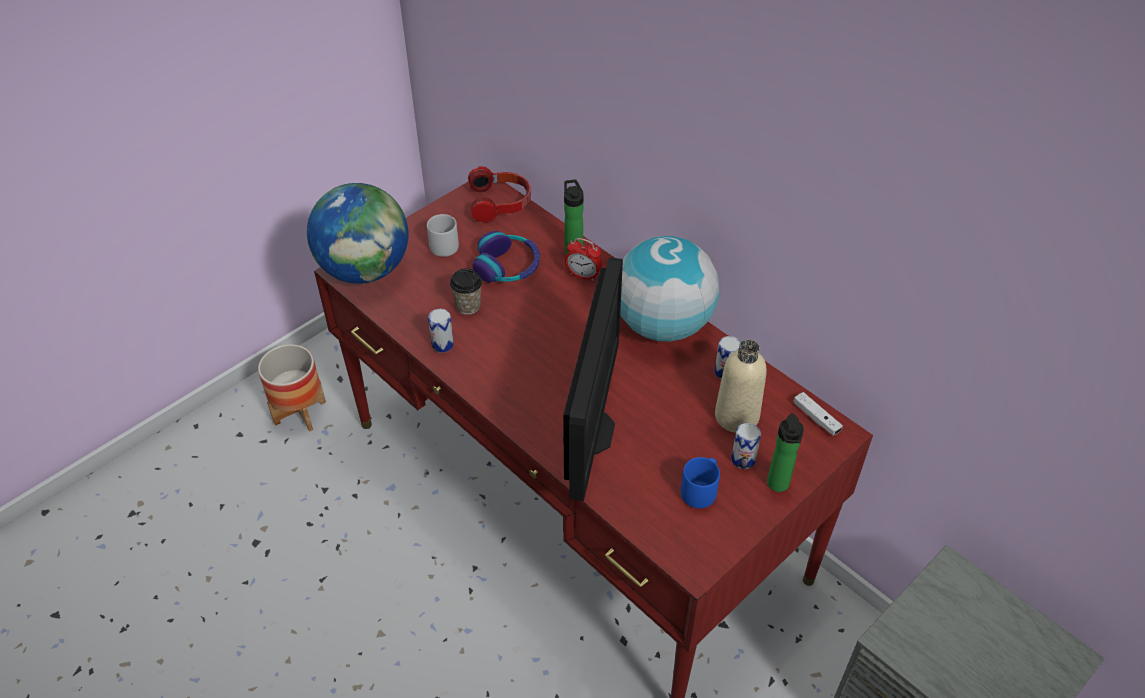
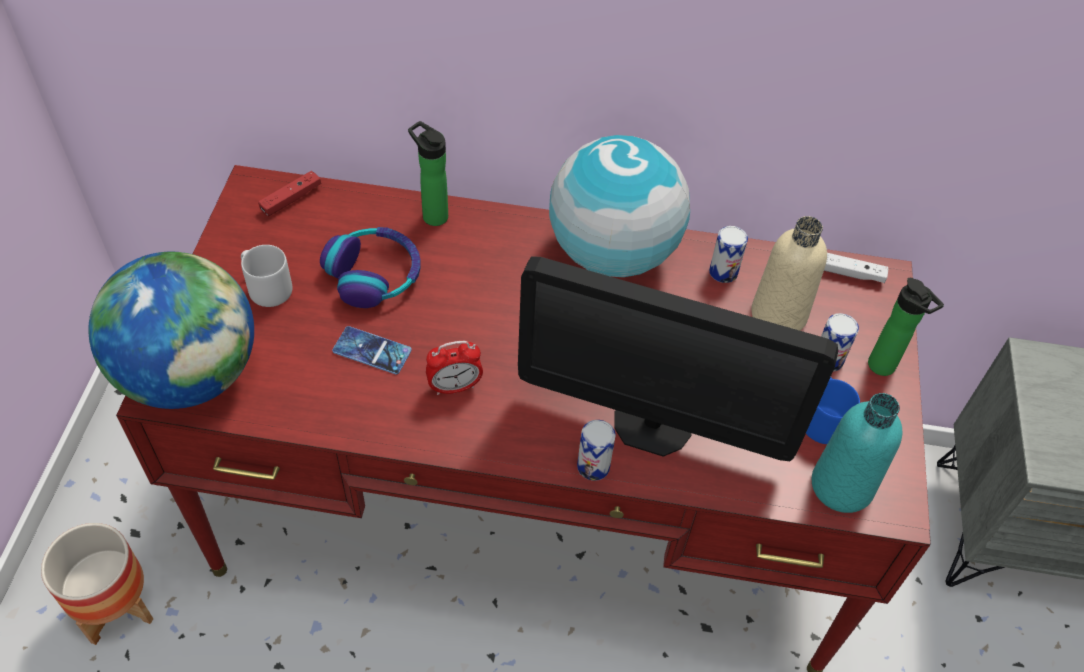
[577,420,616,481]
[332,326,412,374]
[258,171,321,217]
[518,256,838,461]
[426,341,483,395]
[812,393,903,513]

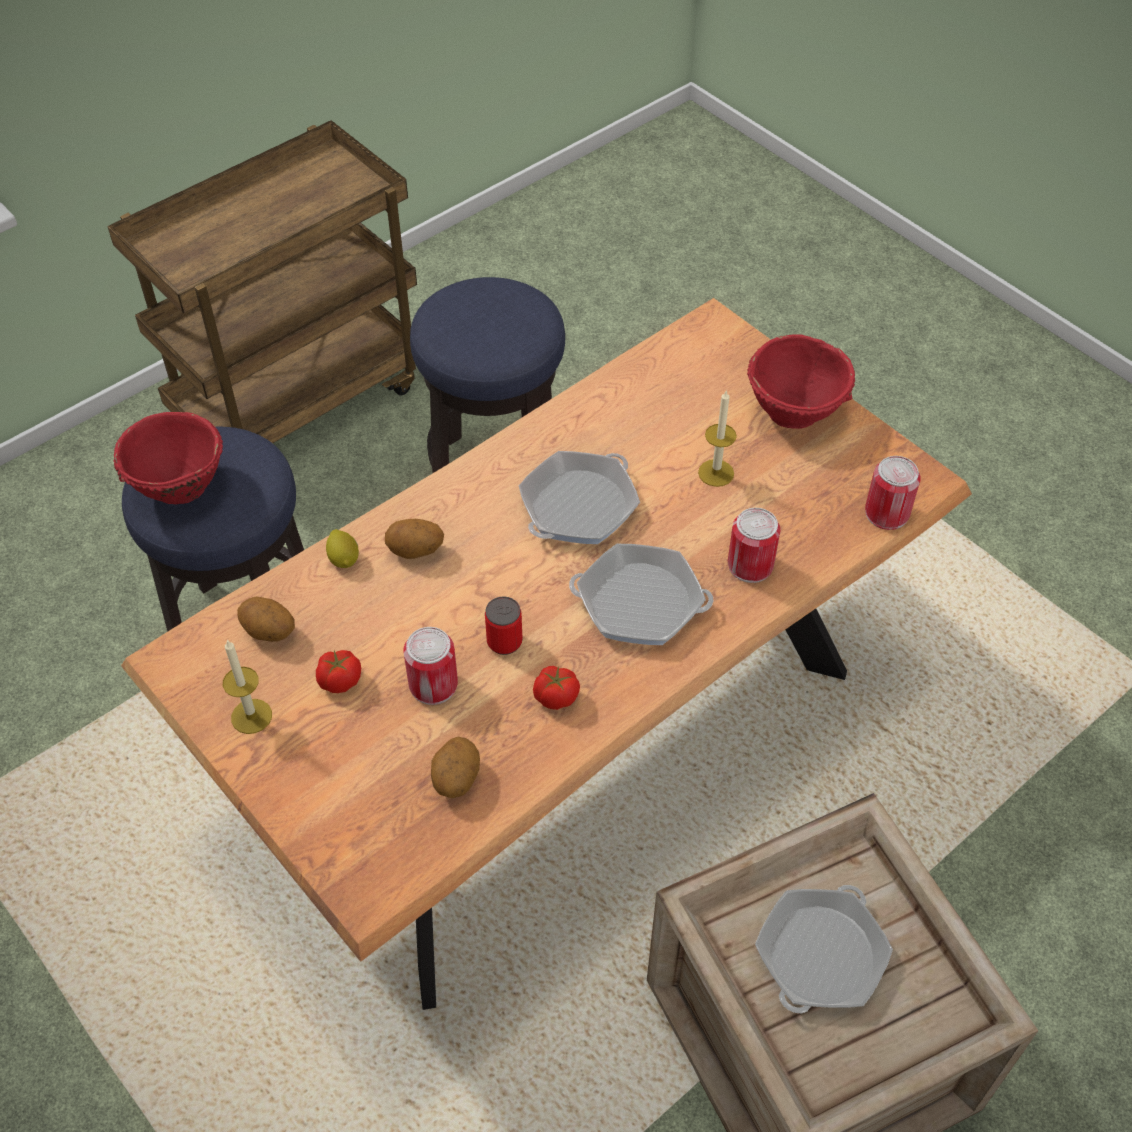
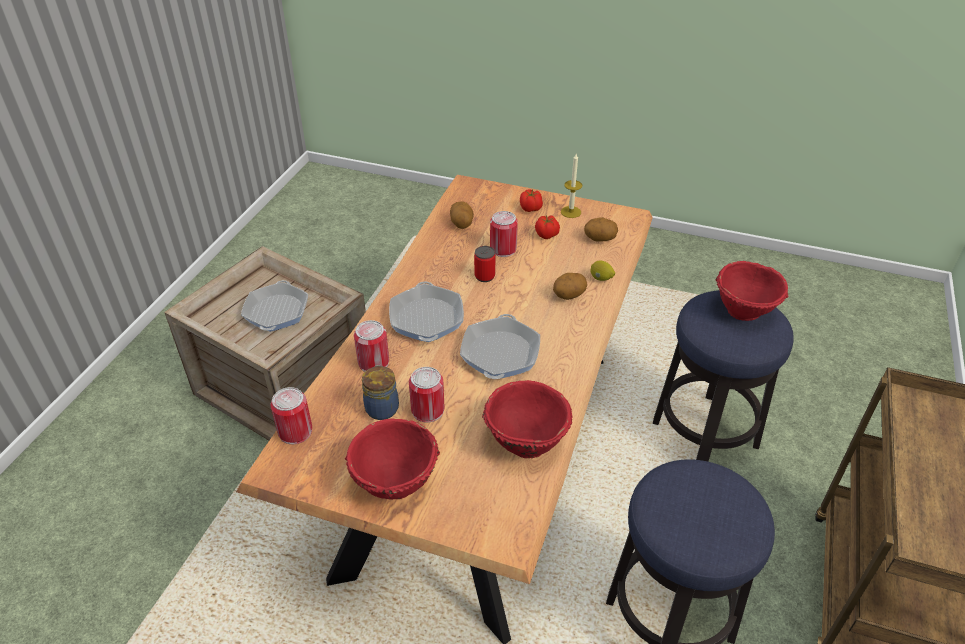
[520,189,543,212]
[389,281,464,342]
[409,367,445,423]
[362,365,399,420]
[482,380,573,458]

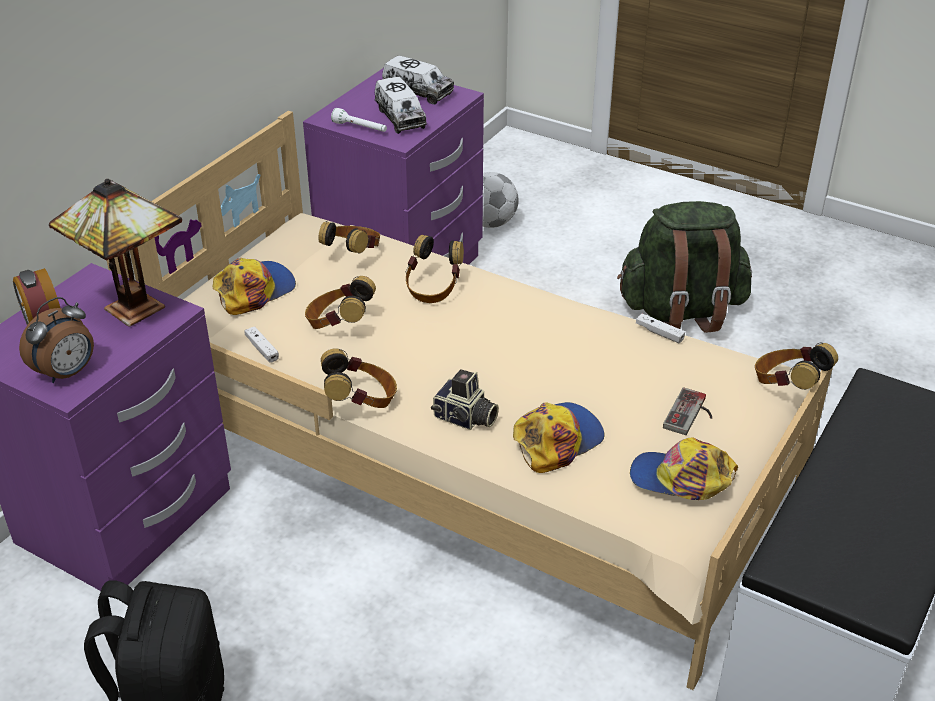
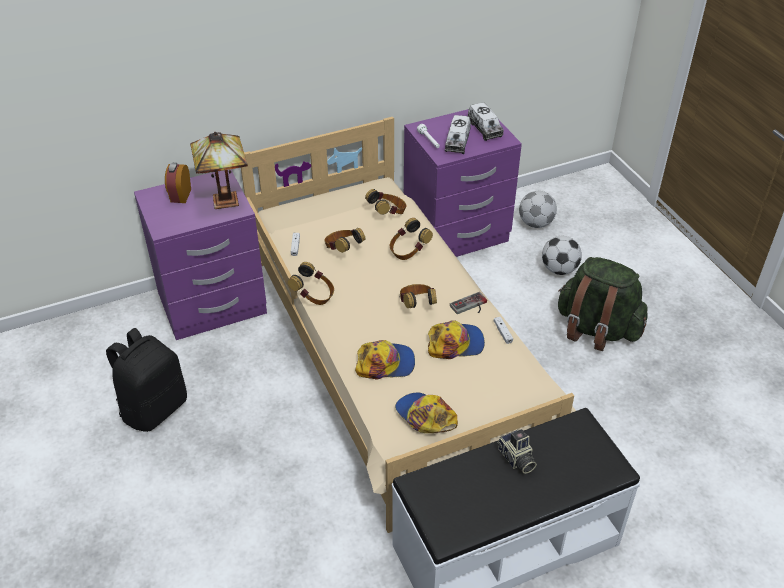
[19,297,94,383] (first image)
[428,320,485,359]
[497,429,537,474]
[450,292,487,314]
[399,284,437,308]
[542,236,582,275]

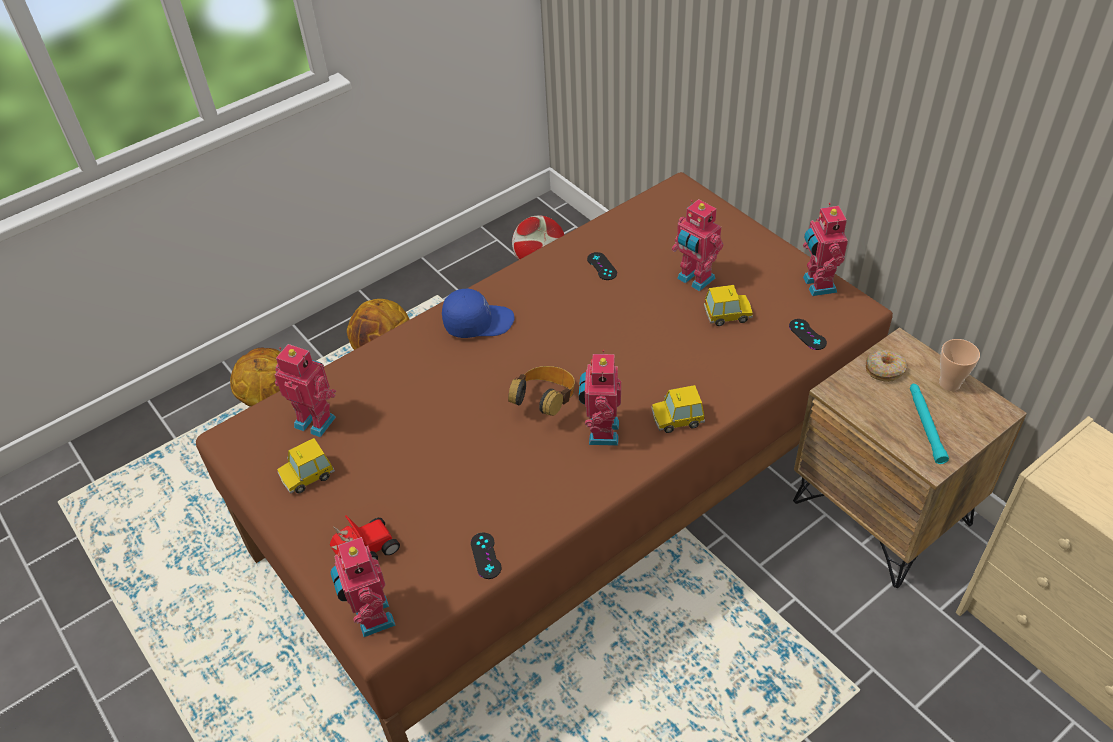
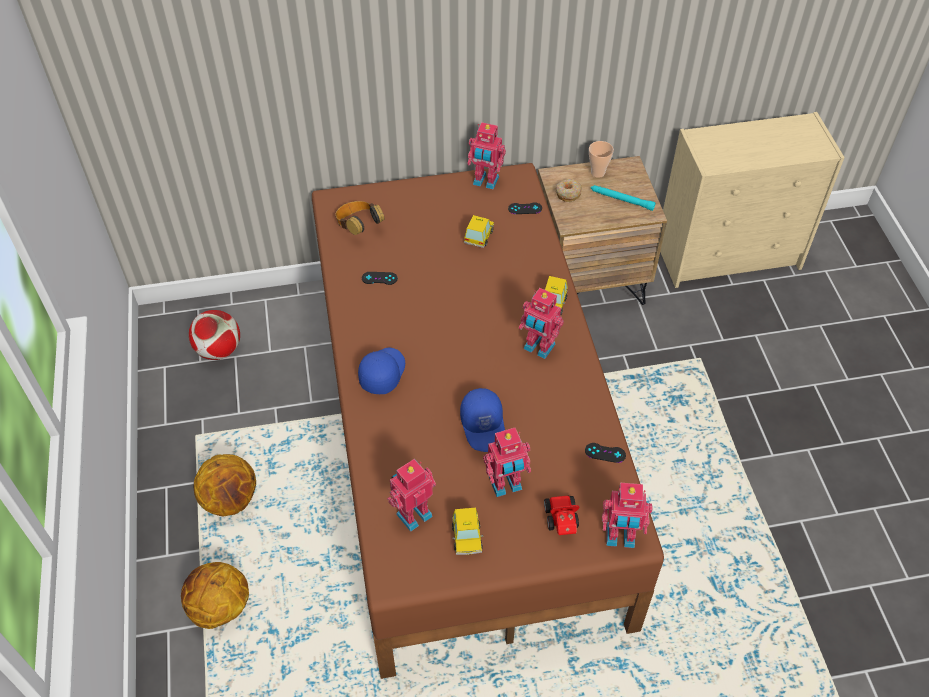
[336,201,385,235]
[483,428,531,497]
[460,388,505,452]

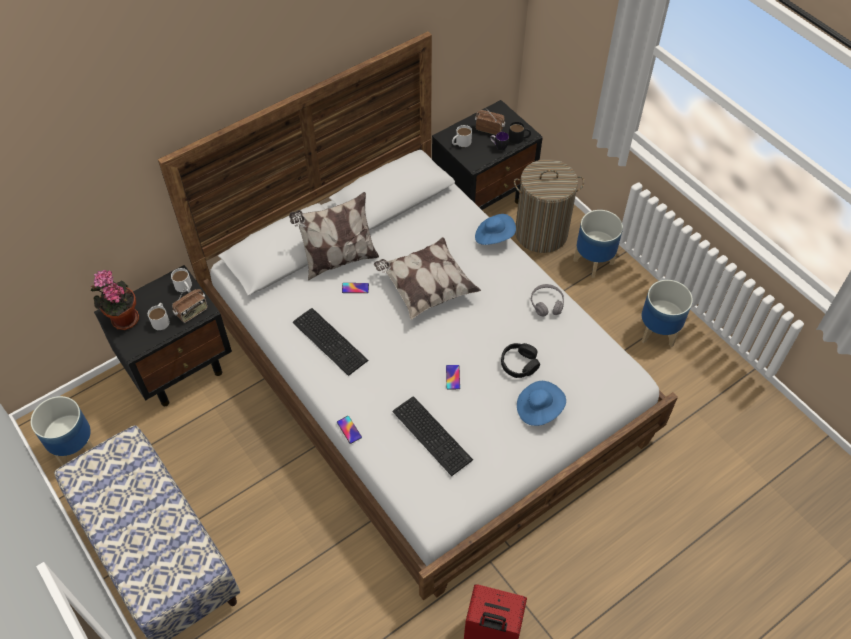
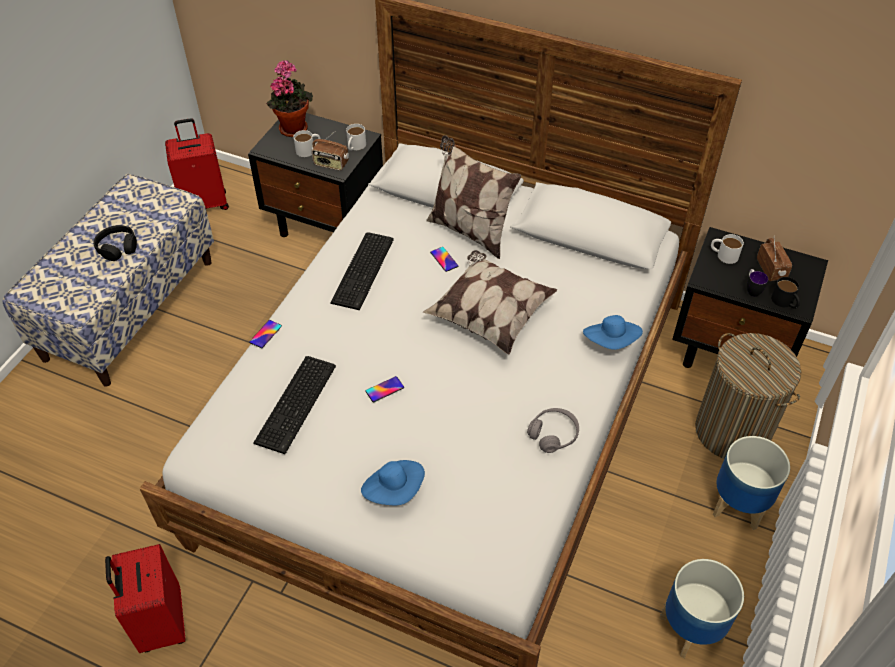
[165,118,229,210]
[93,225,137,261]

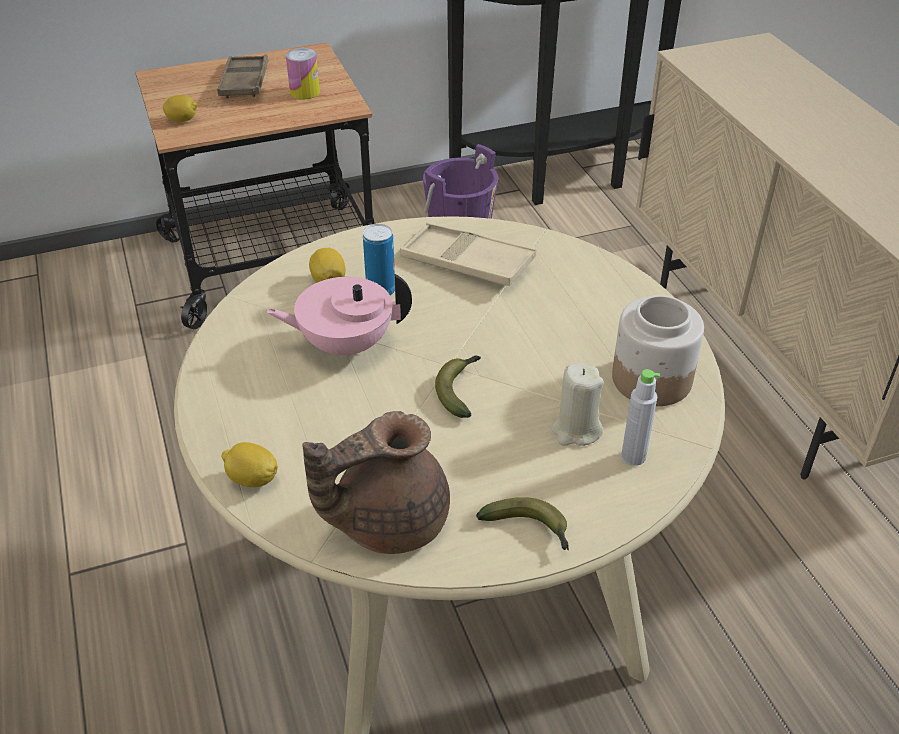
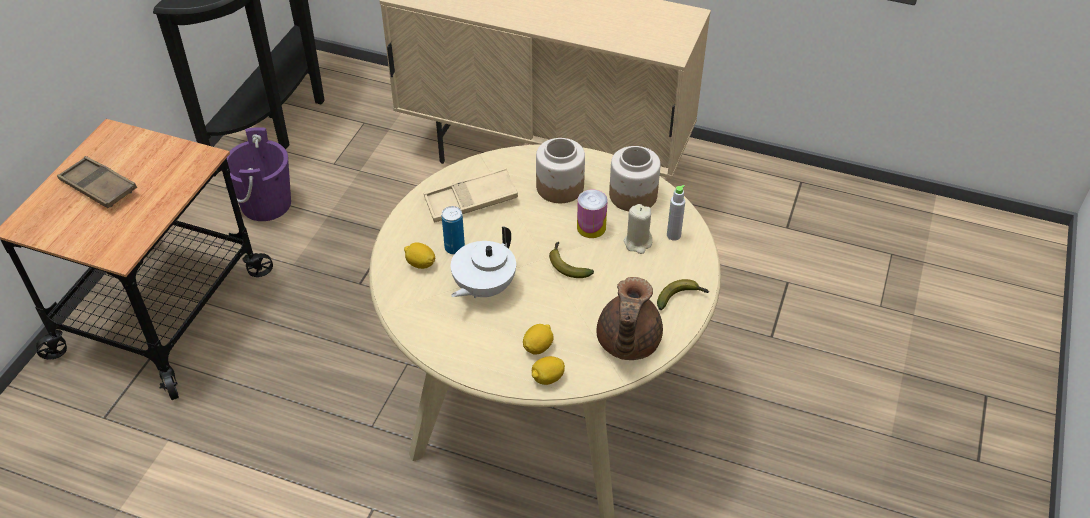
[523,324,554,355]
[451,227,516,298]
[577,189,608,238]
[536,138,585,203]

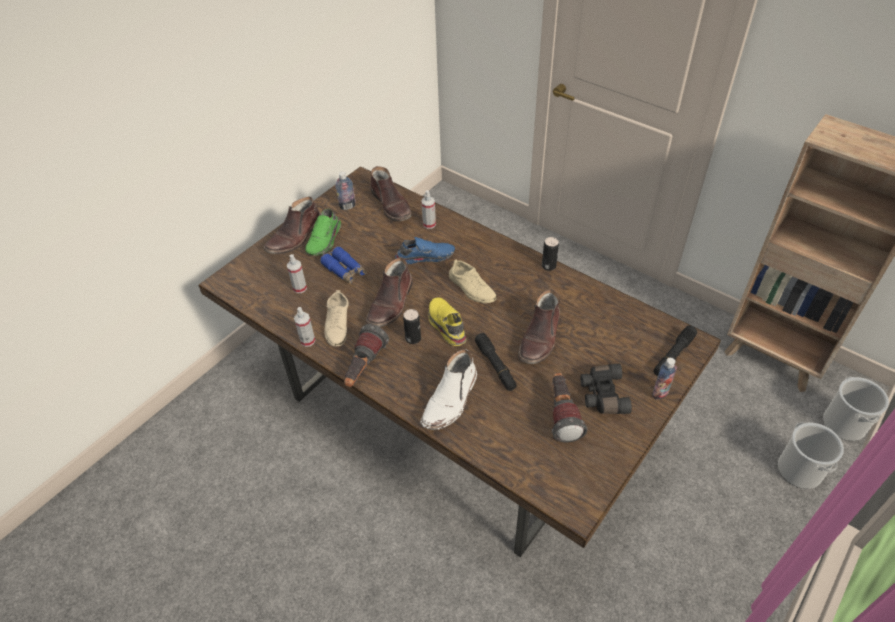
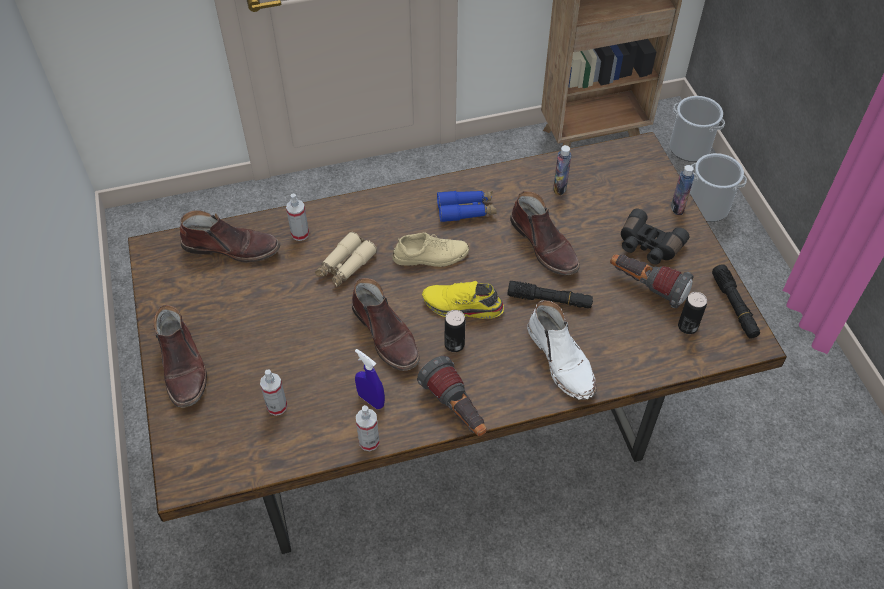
[305,209,341,255] (first image)
[437,191,497,222]
[355,349,385,409]
[553,145,571,195]
[315,232,377,287]
[678,292,707,334]
[712,264,760,339]

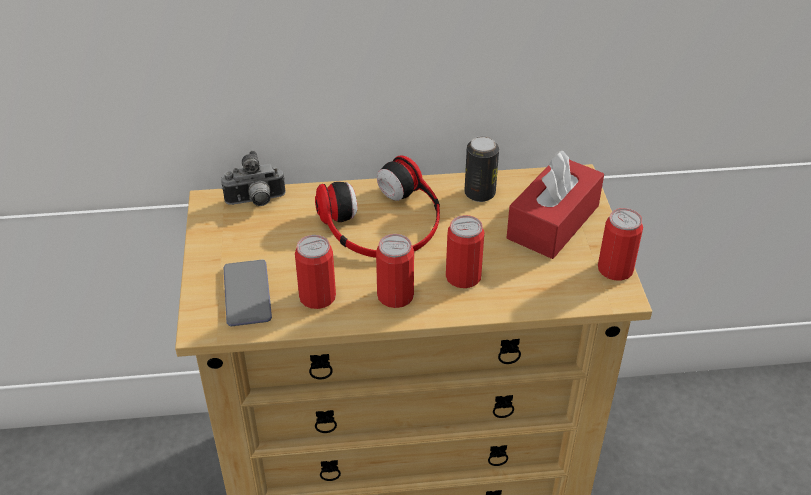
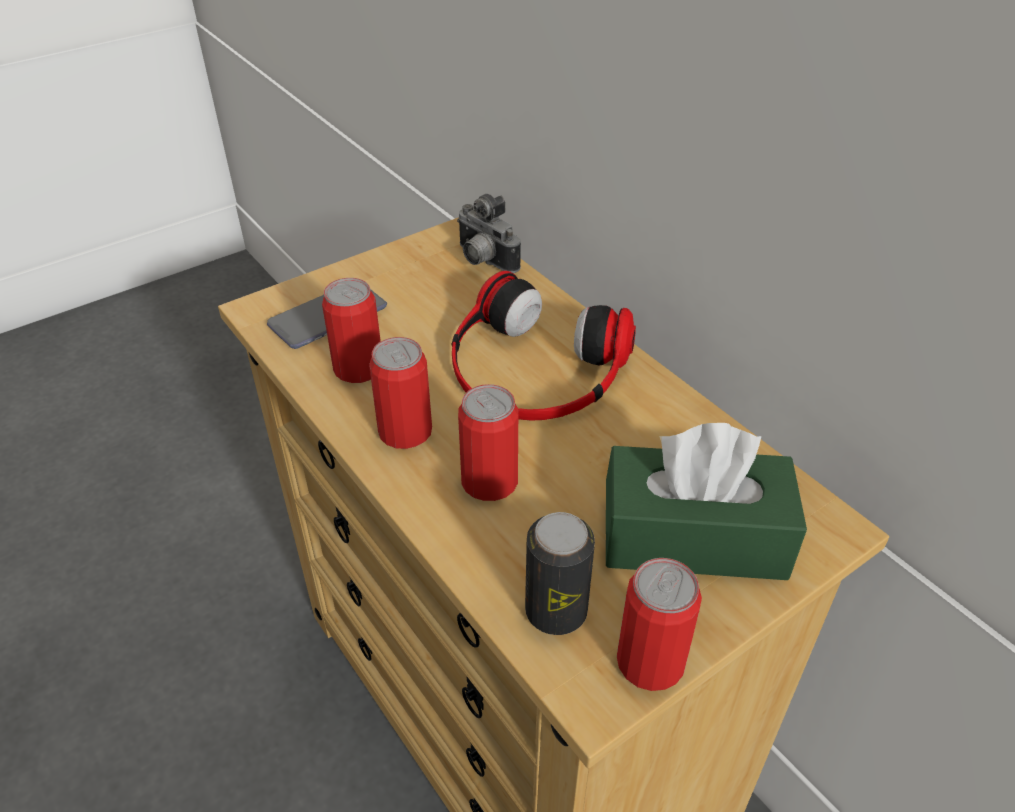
[525,512,595,635]
[606,423,807,580]

